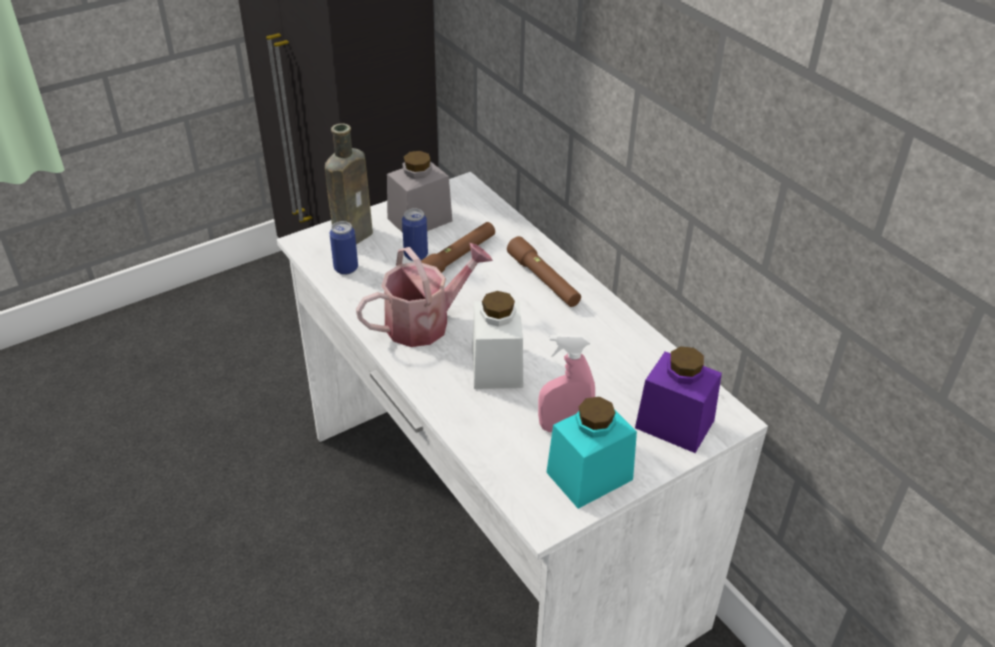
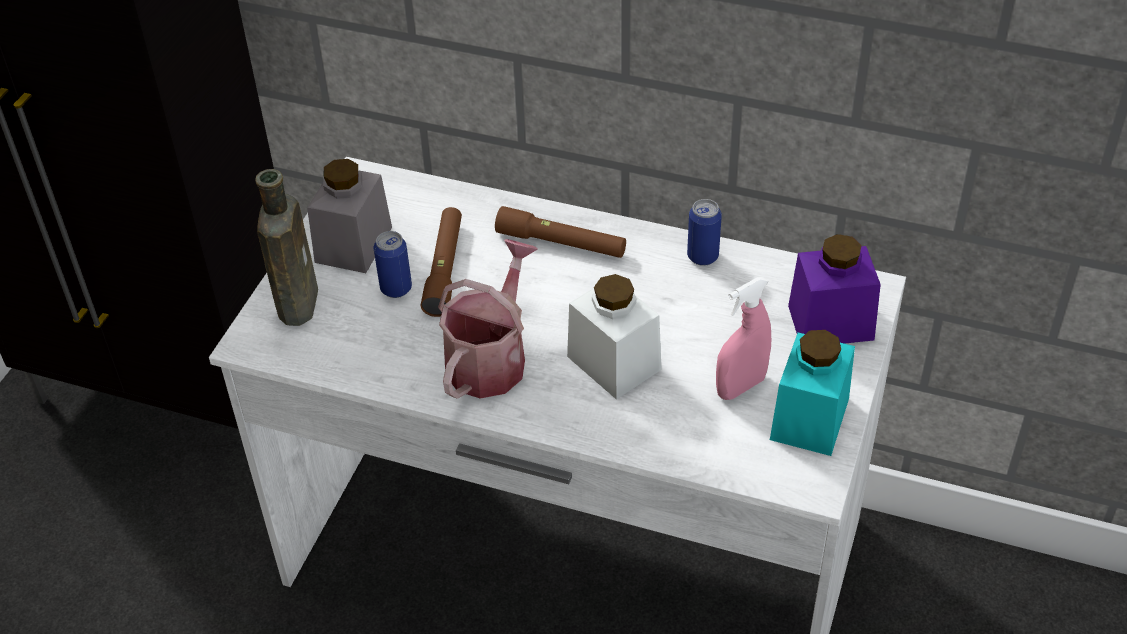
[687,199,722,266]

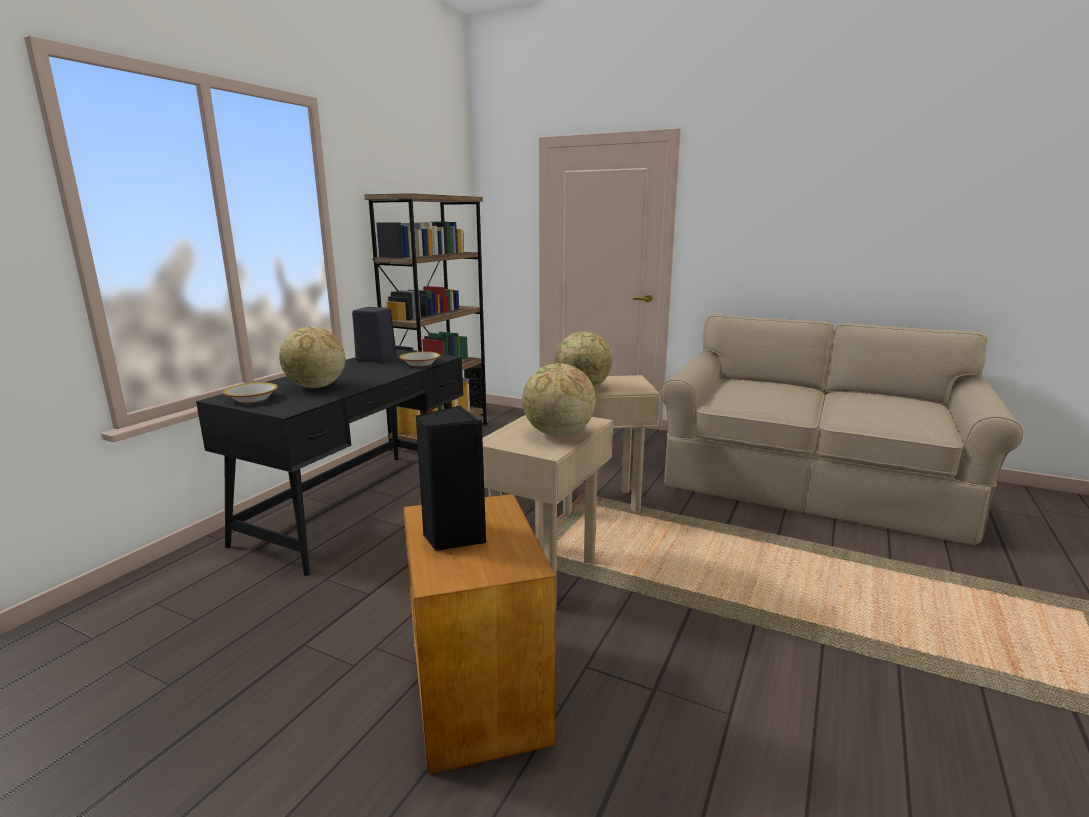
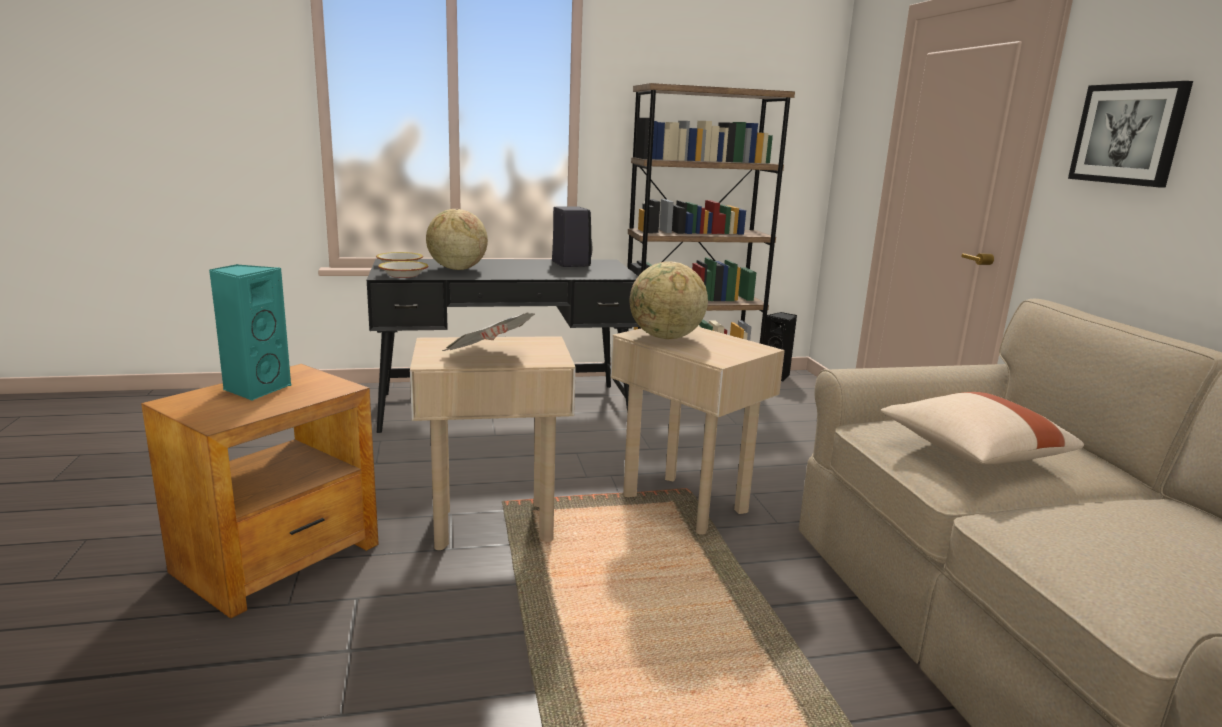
[378,261,428,278]
[209,264,291,401]
[442,312,535,351]
[880,392,1084,464]
[1068,81,1193,188]

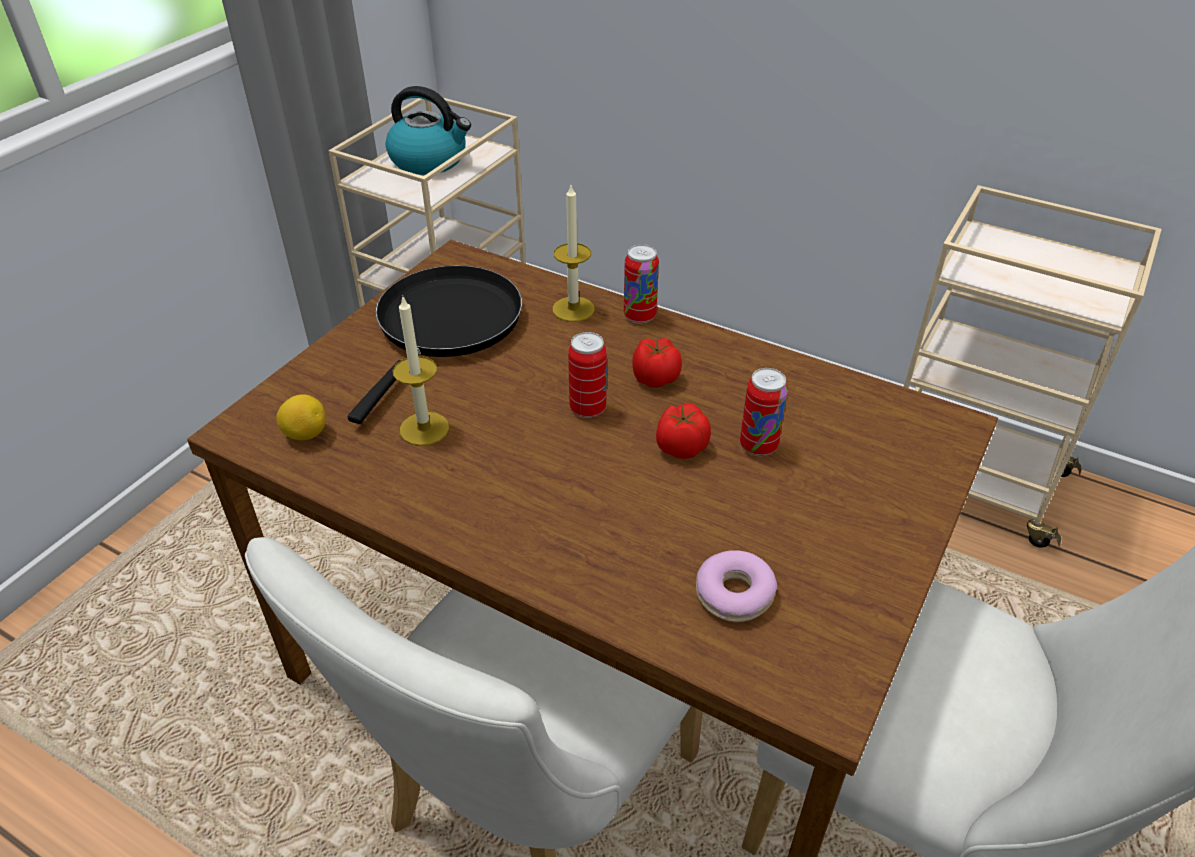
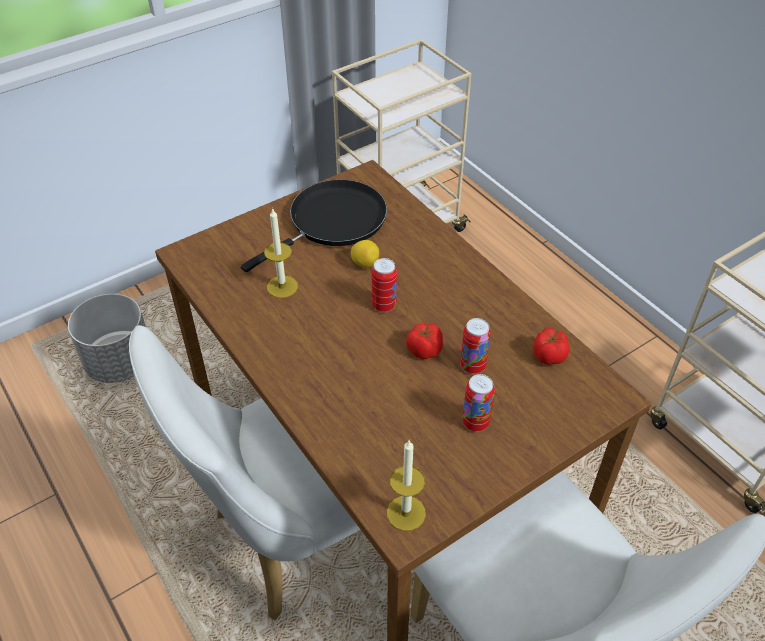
[351,240,379,268]
[385,86,471,175] (first image)
[387,440,426,531]
[462,374,495,432]
[533,328,570,365]
[696,550,777,622] (first image)
[68,294,146,383]

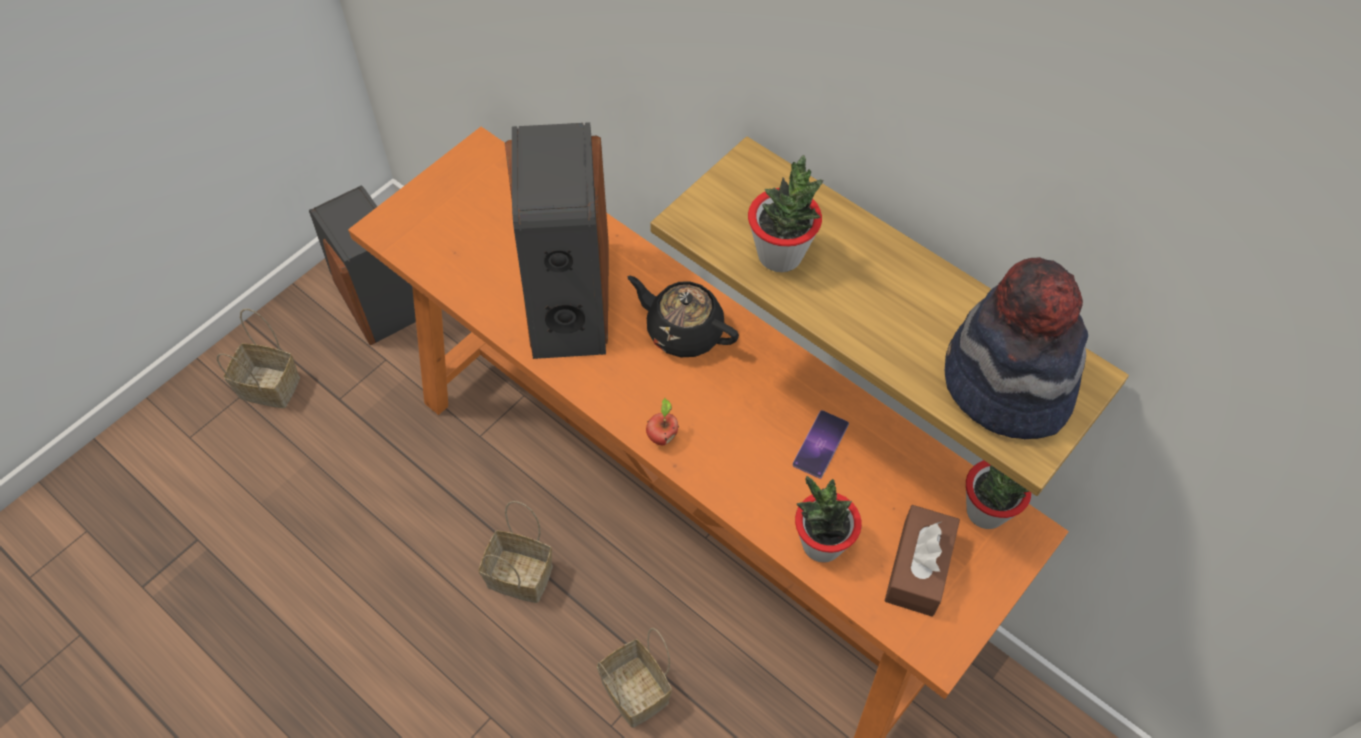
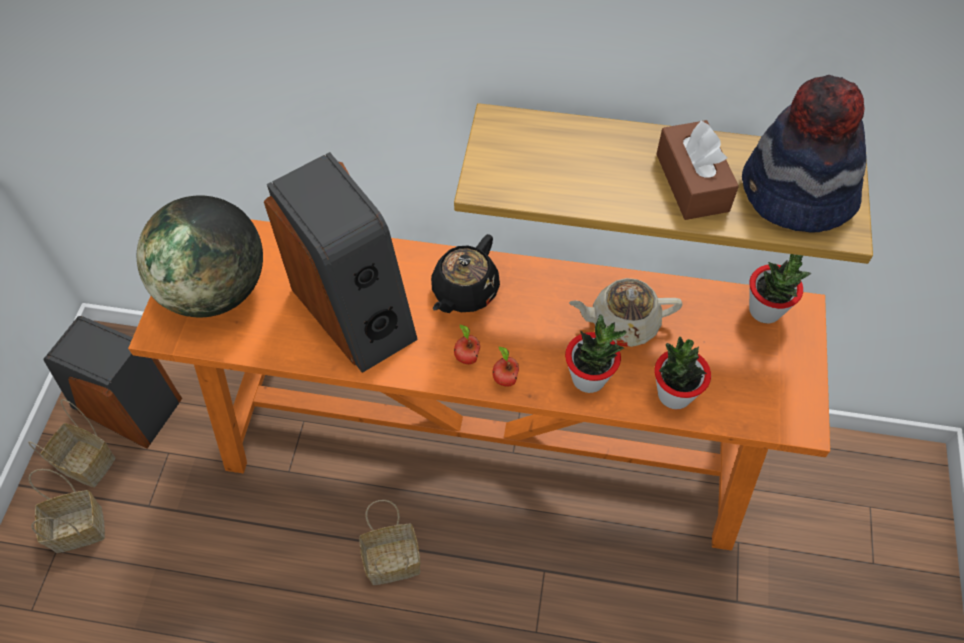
[28,399,115,487]
[431,234,500,313]
[565,314,627,393]
[569,278,682,347]
[656,120,739,220]
[137,195,263,317]
[454,325,480,364]

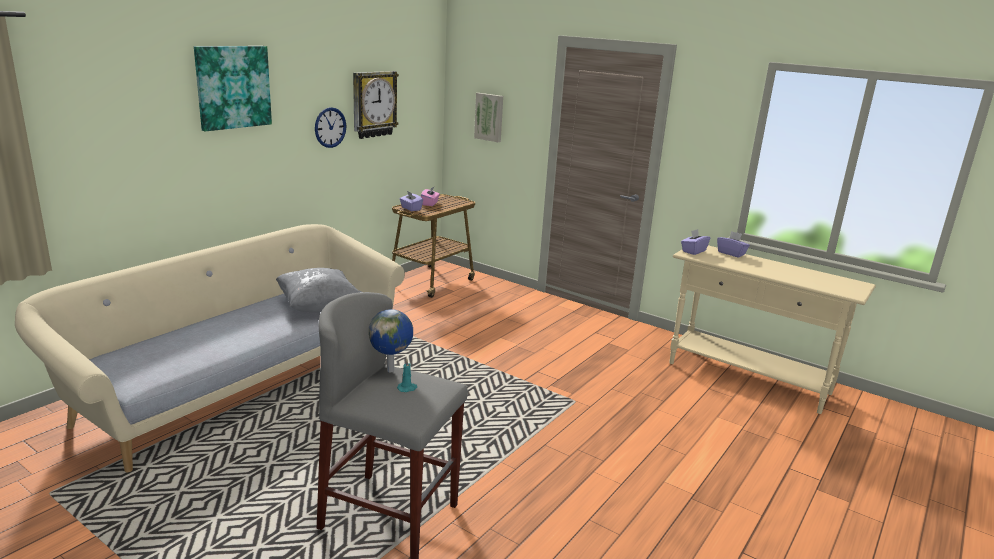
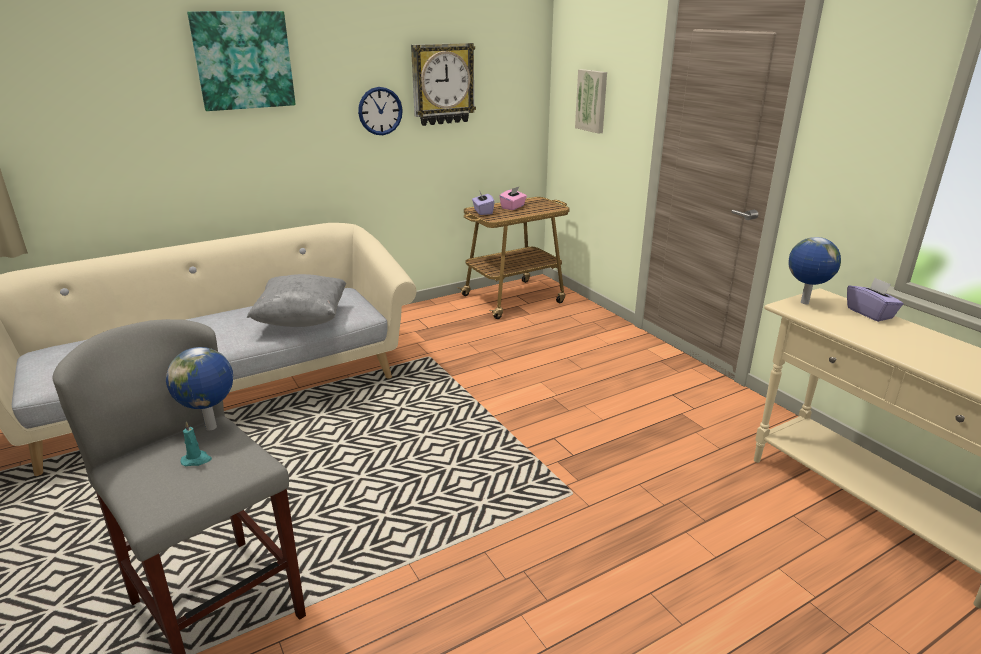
[788,237,841,304]

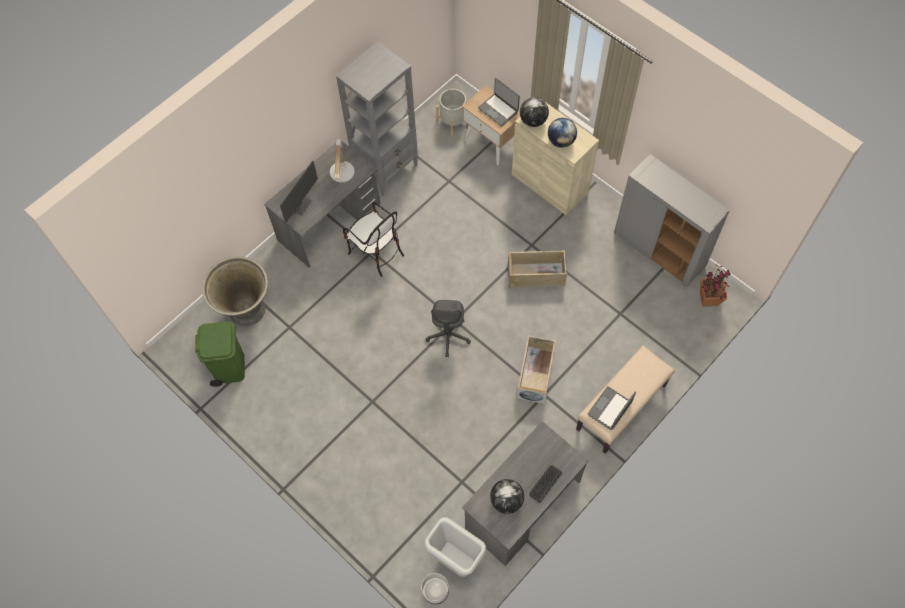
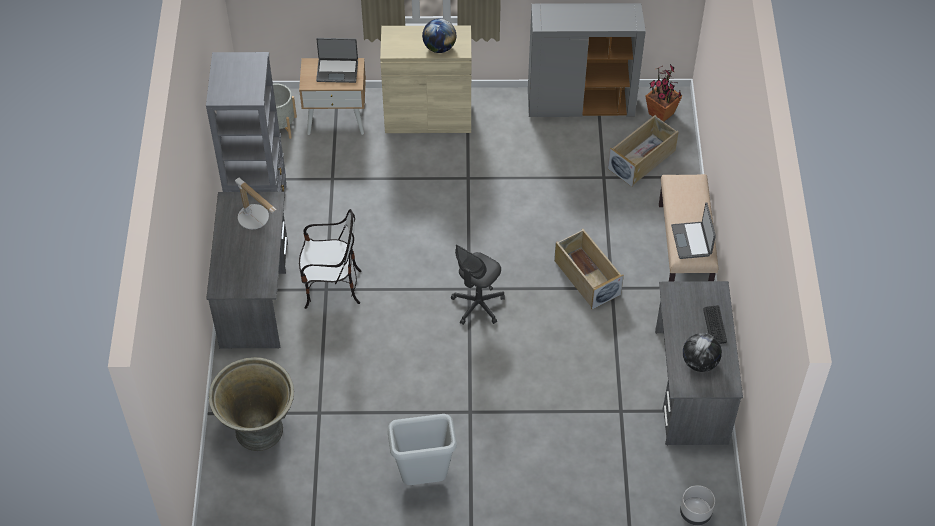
[195,321,245,387] (first image)
[280,160,318,223] (first image)
[388,414,457,485]
[451,244,505,325]
[608,115,679,187]
[520,97,549,127] (first image)

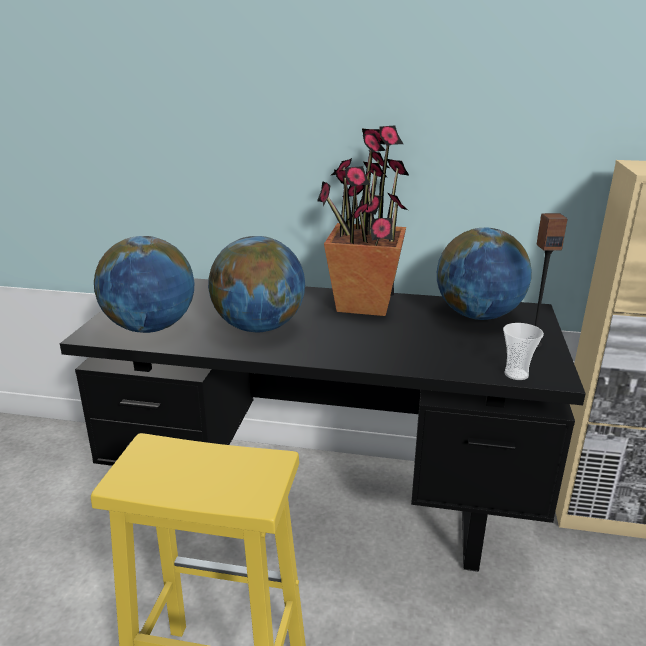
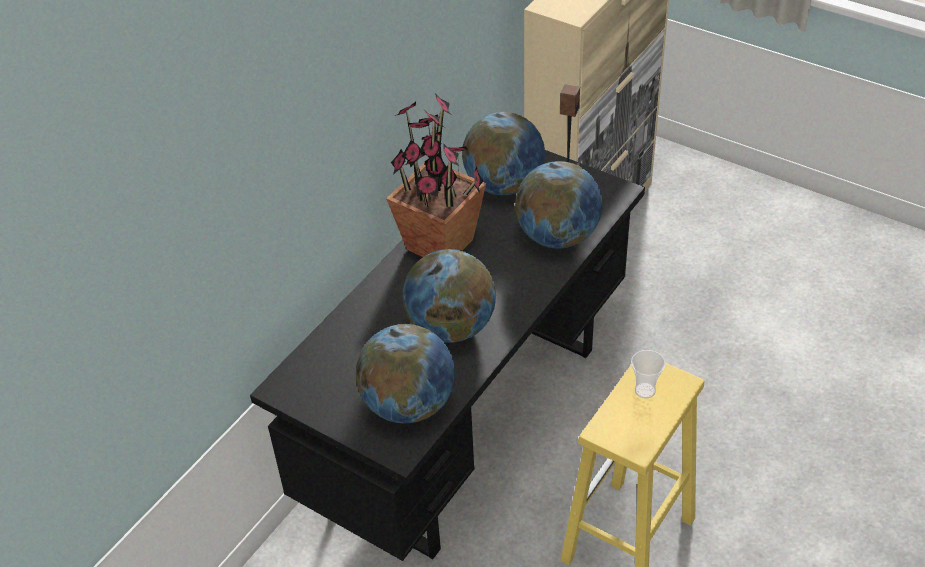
[631,350,665,399]
[515,161,602,248]

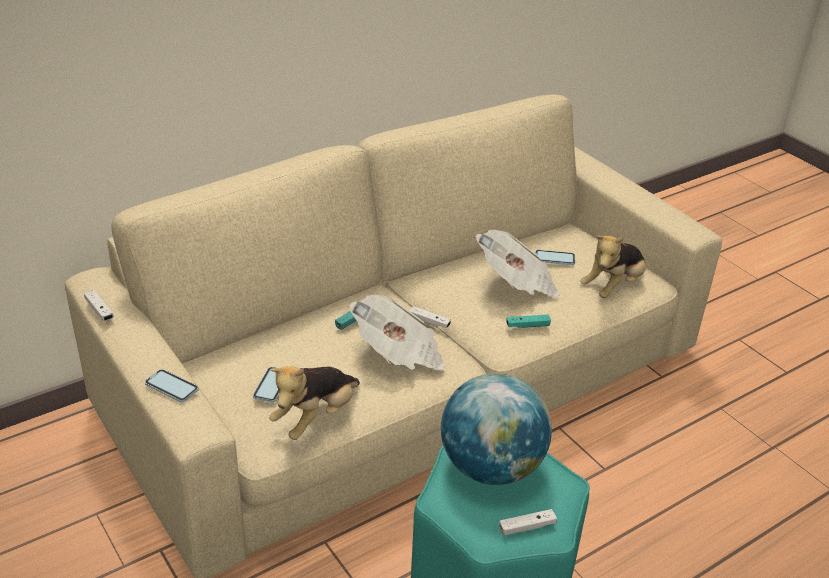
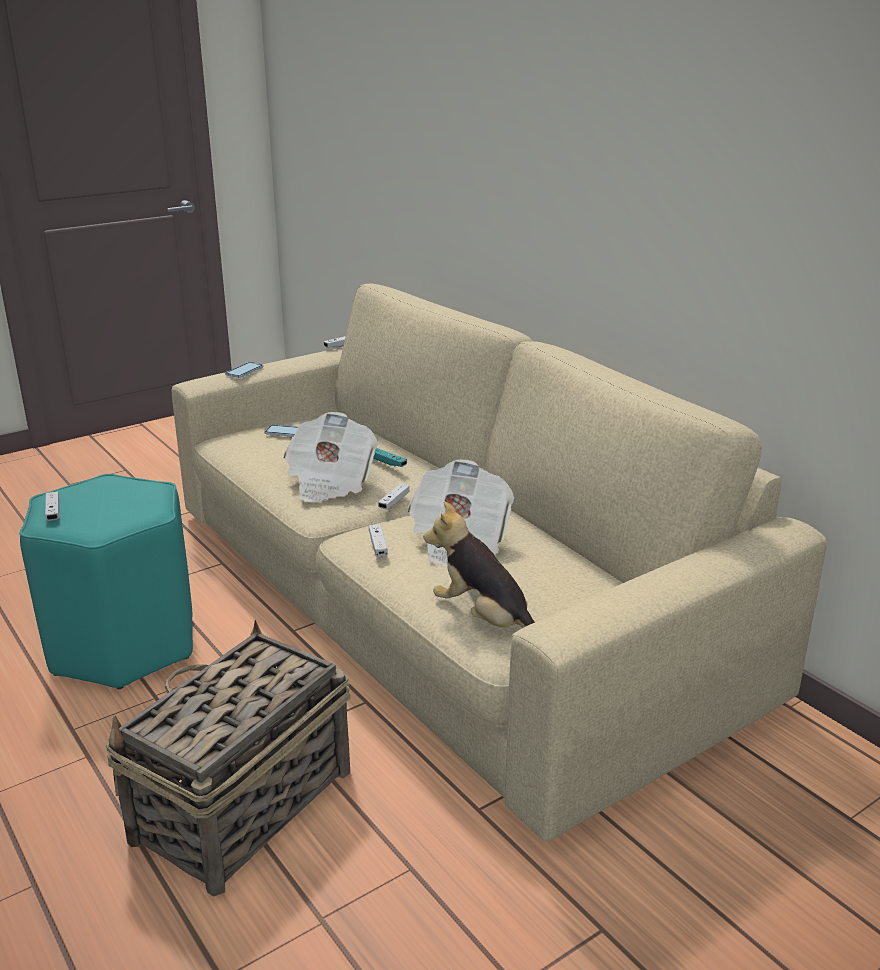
[269,366,360,440] (first image)
[441,373,552,485] (first image)
[369,524,388,558]
[535,250,575,265] (first image)
[105,620,350,897]

